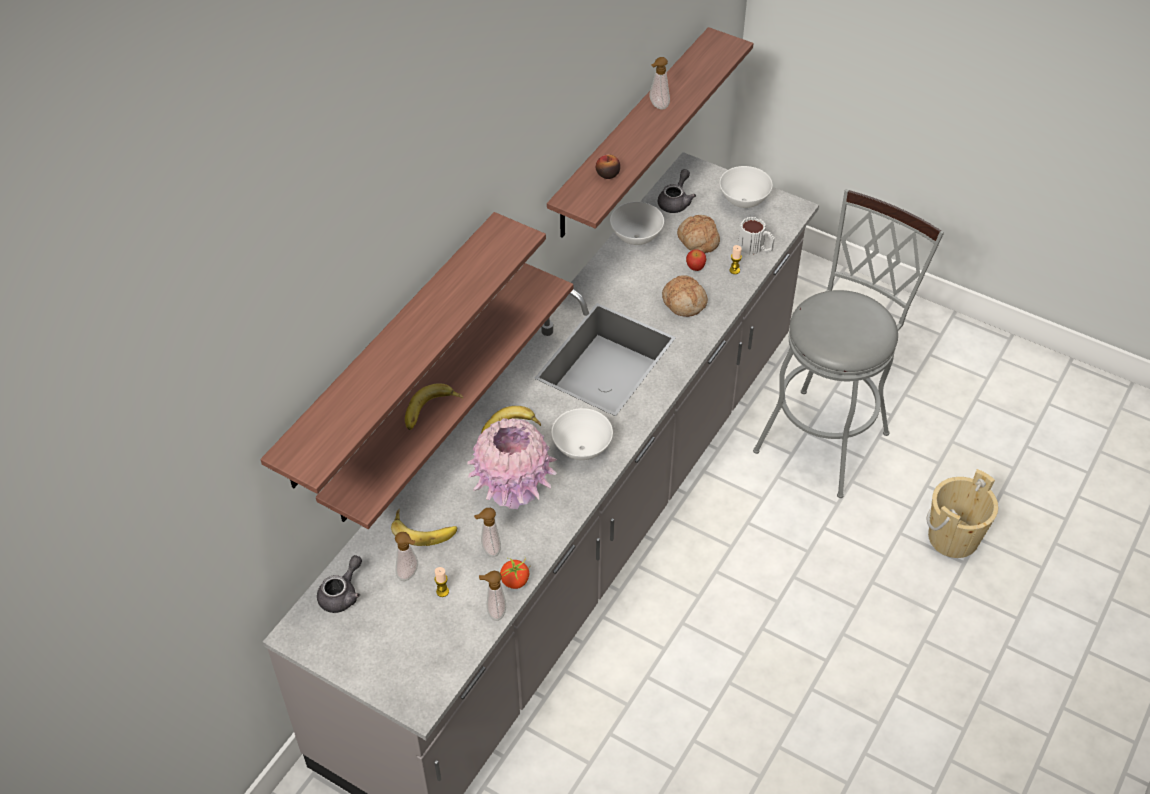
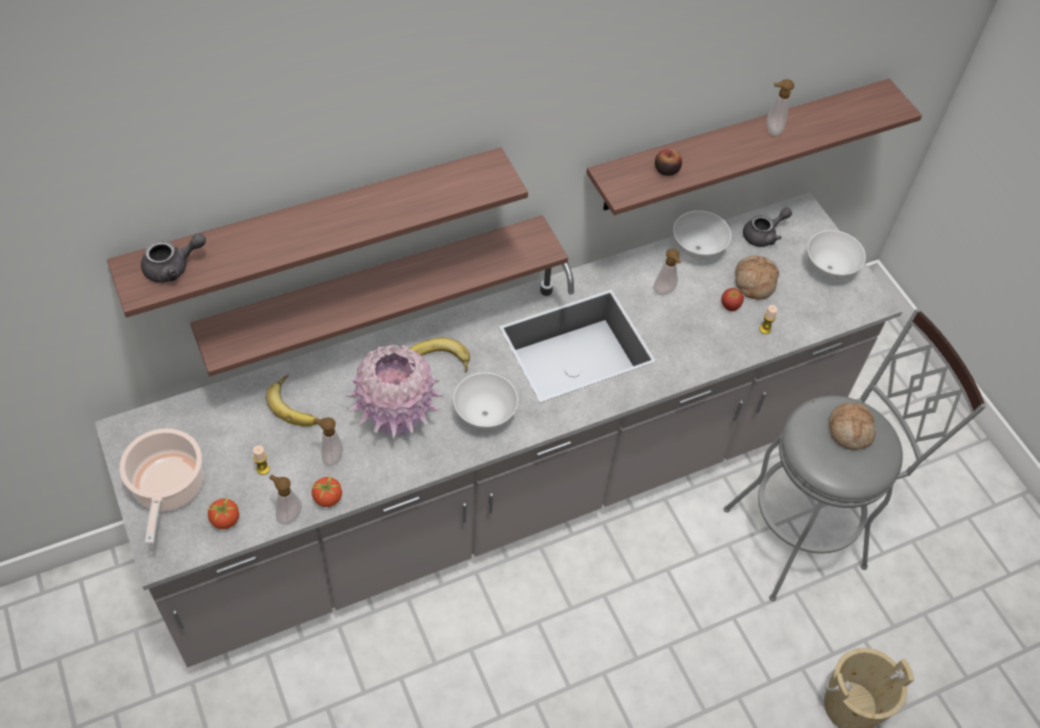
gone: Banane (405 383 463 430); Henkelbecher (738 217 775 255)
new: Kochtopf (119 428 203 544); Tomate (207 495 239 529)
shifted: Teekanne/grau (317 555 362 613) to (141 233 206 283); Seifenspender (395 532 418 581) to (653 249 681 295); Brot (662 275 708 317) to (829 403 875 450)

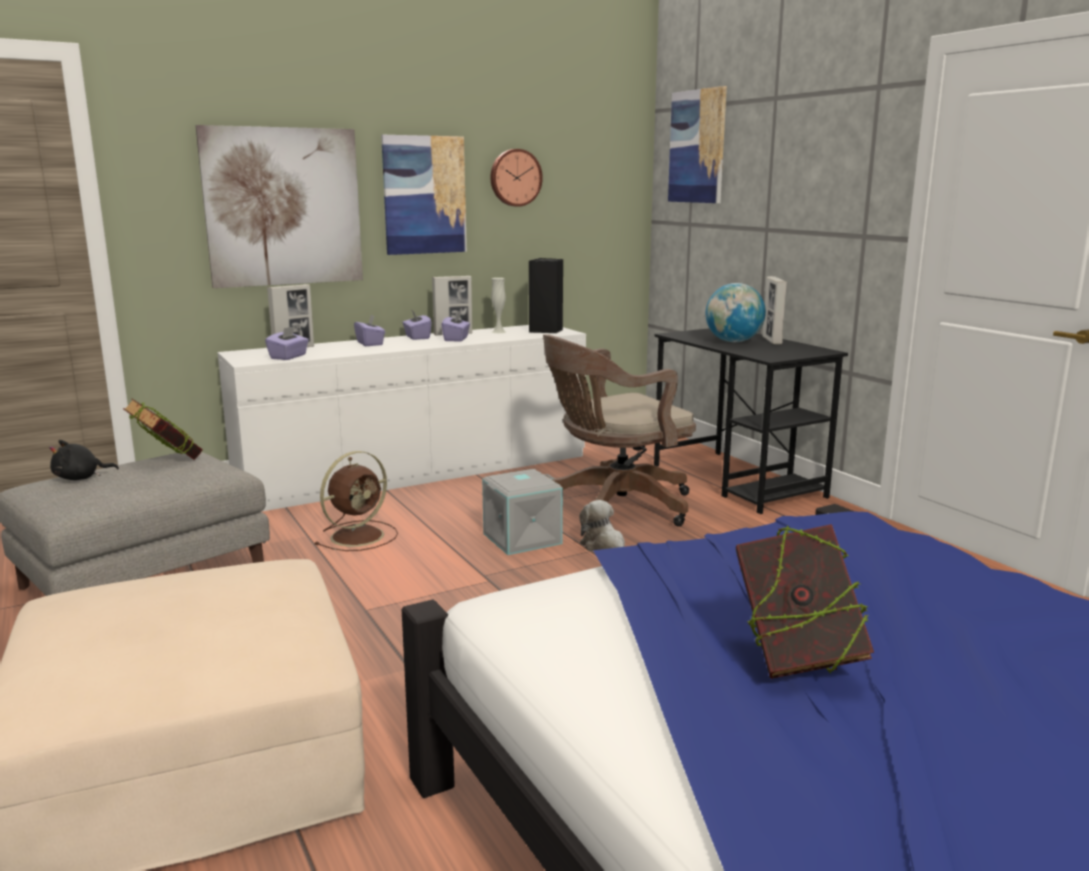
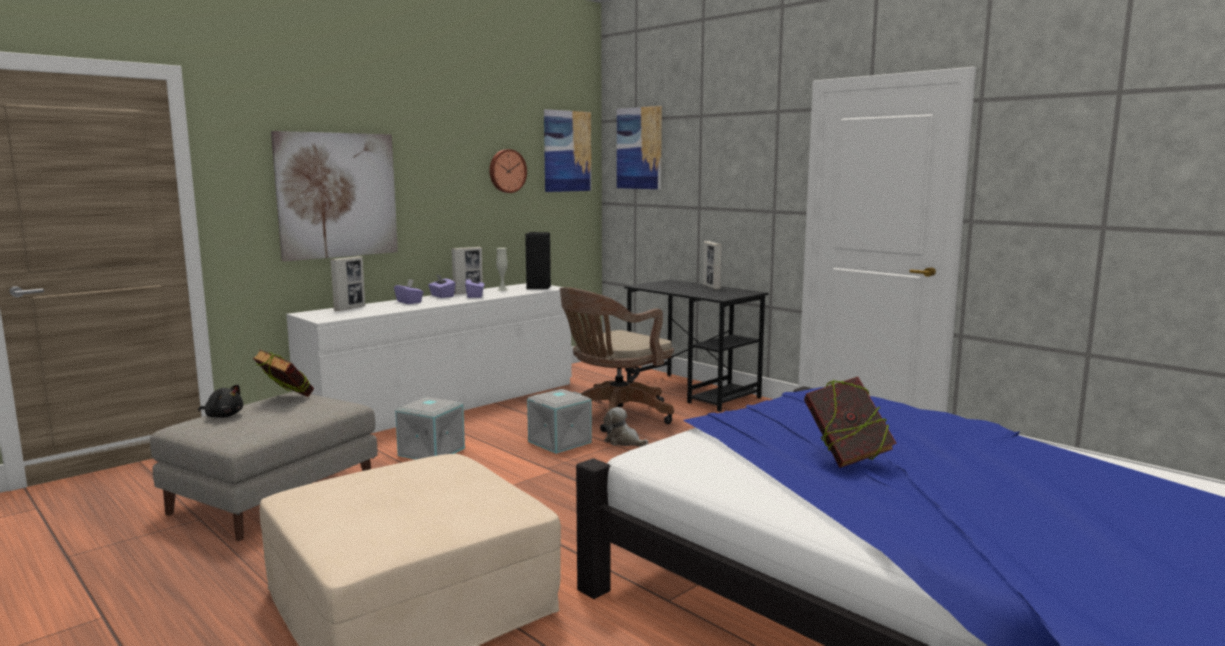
gone: Taschentuchbox/lila (265 326 309 360); Globus (705 283 766 342)
shifted: Bild (381 135 467 255) to (544 109 591 192)
swapped: Ventilator/braun (315 451 398 551) to Aufbewahrungsbox/grau (395 397 465 459)
rotated: Plüschtier/schwarz (49 440 119 480) = (198 384 243 418) 120 degrees counterclockwise

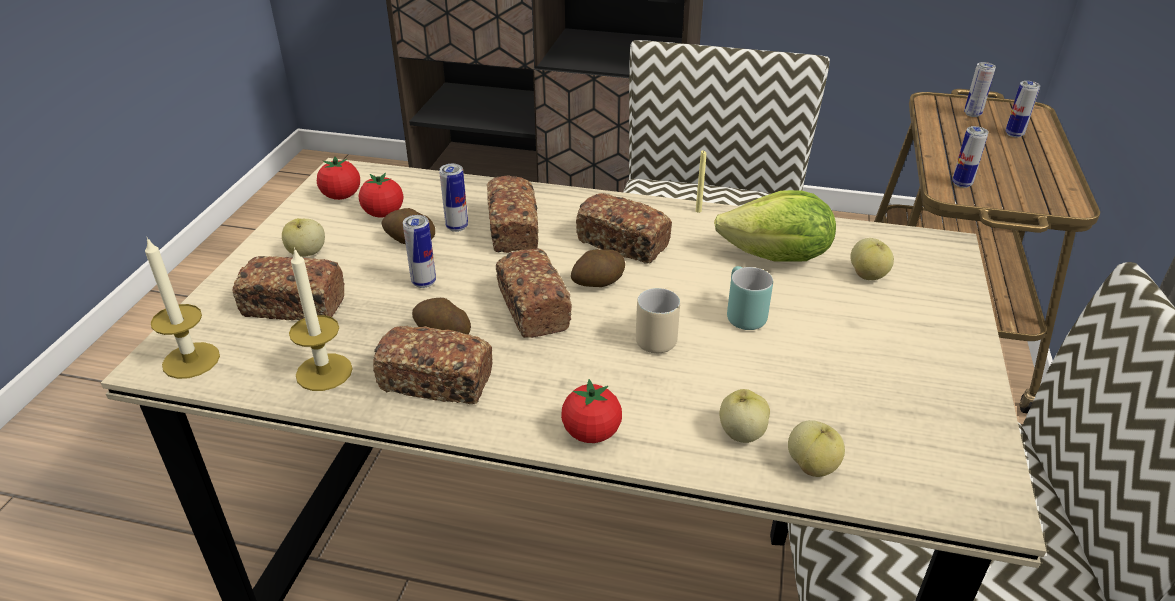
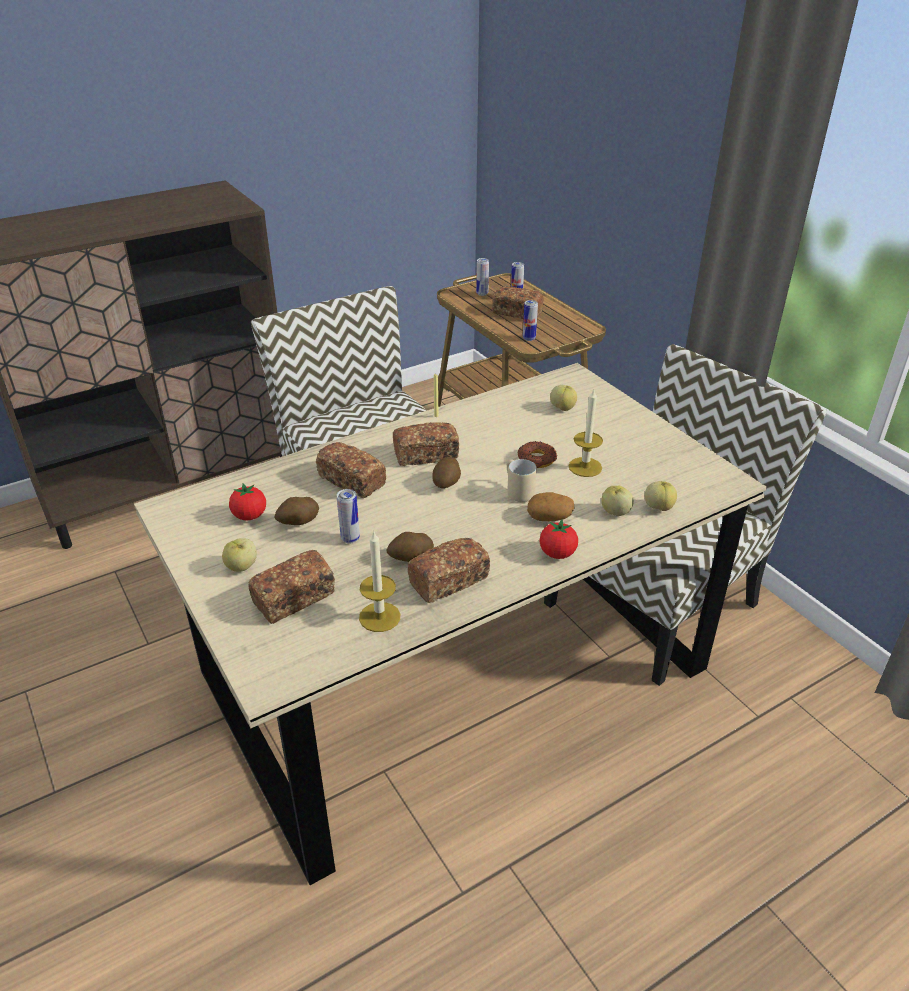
gone: Tomate (317 156 360 200); Dose (439 164 468 232); Salatkopf (714 190 836 262)
new: Kartoffel (527 492 574 521)
shifted: Kerze (145 237 220 379) to (568 390 603 477); Brot (496 248 572 338) to (492 286 544 319)
swapped: Henkelbecher/türkis (727 266 773 330) to Donut (518 441 558 468)

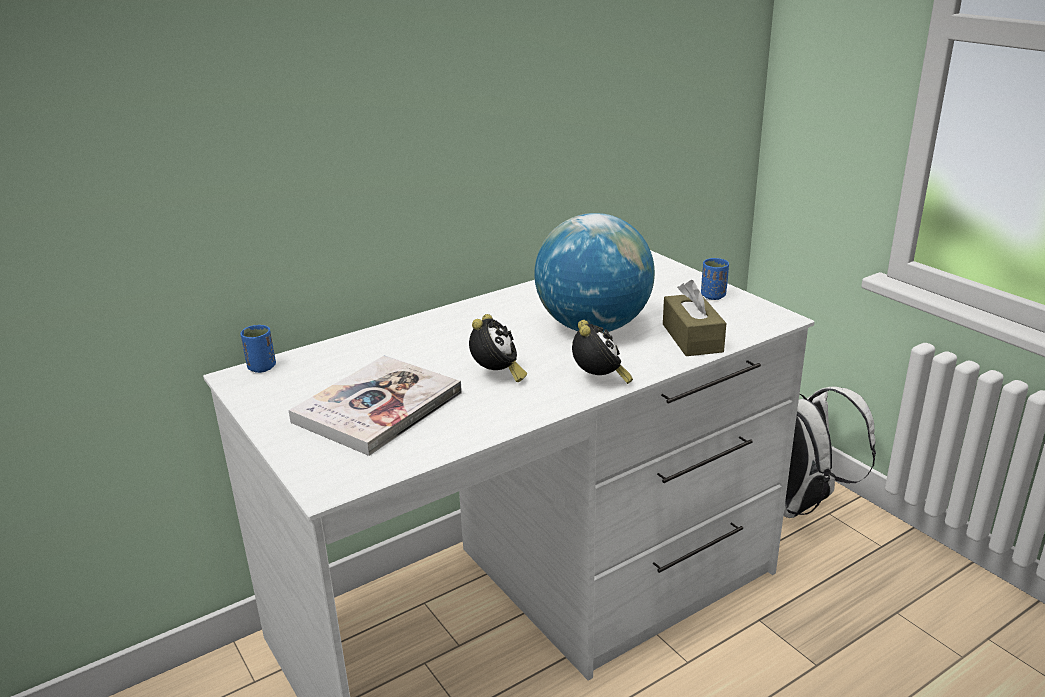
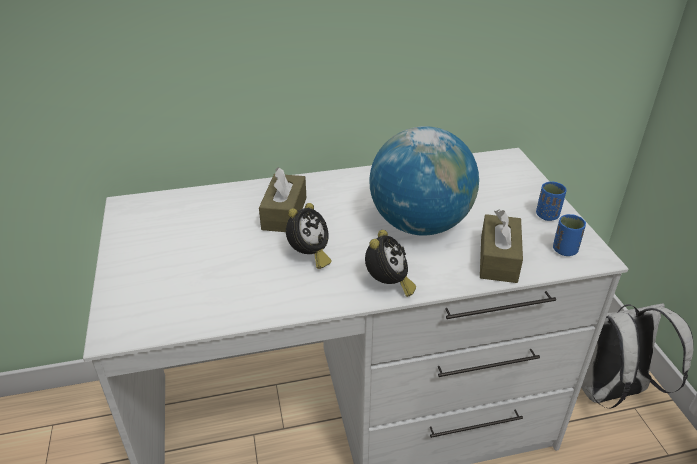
gone: Buch (289 355 462 456)
new: Taschentuchbox/braun (259 167 306 232)
shifted: Tasse/blau (240 325 276 373) to (553 214 586 256)

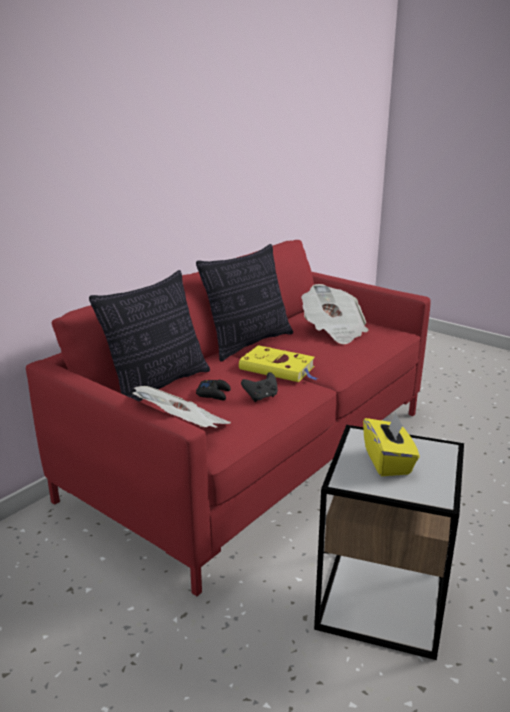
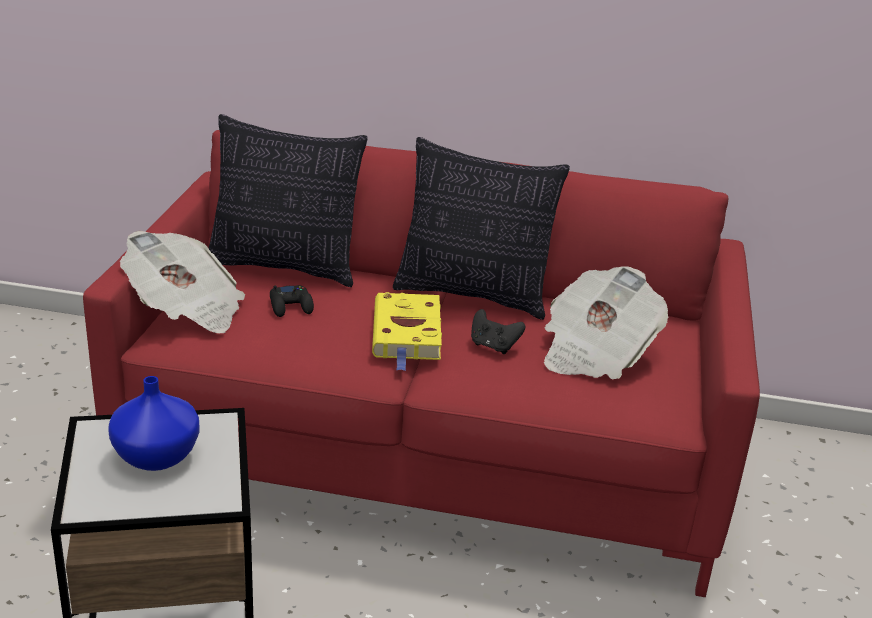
shifted: Gamepad/schwarz (241 372 278 402) to (471 309 525 354)
swapped: Taschentuchbox/gelb (363 413 420 476) to Vase/blau (108 376 200 471)

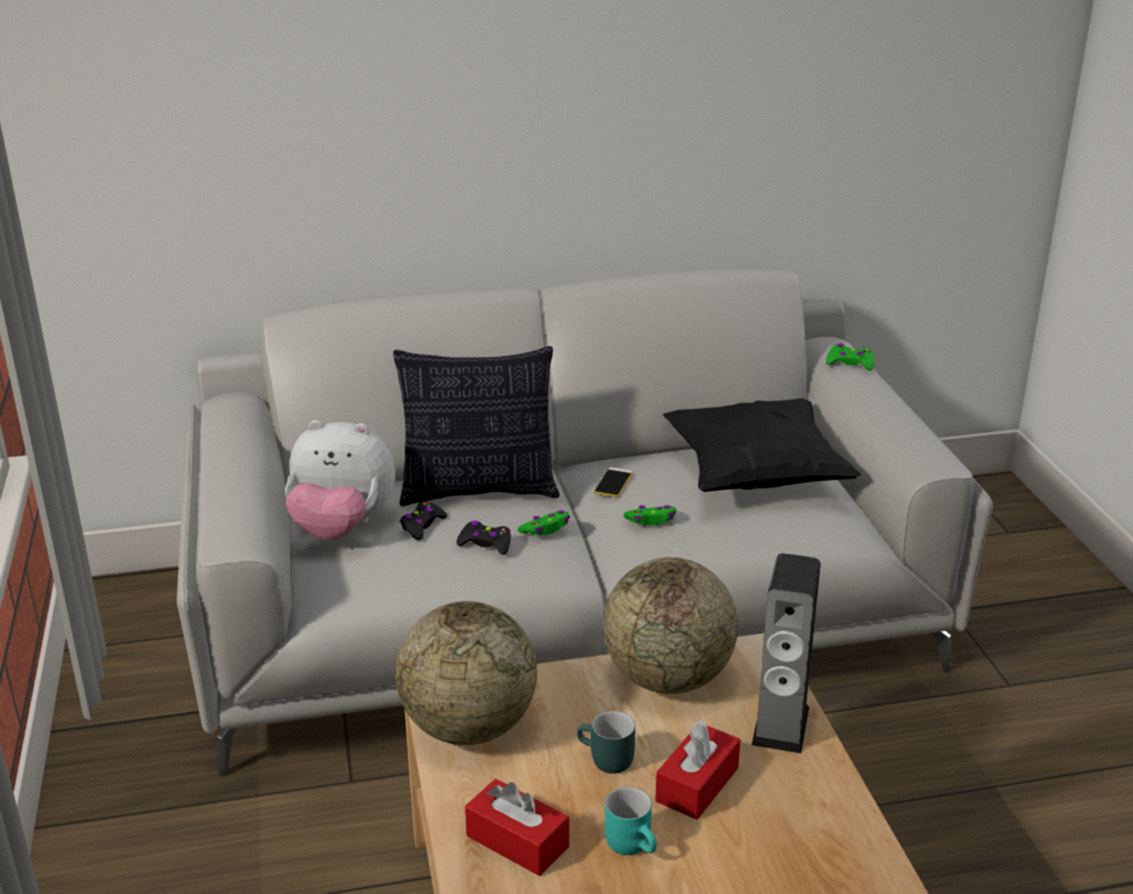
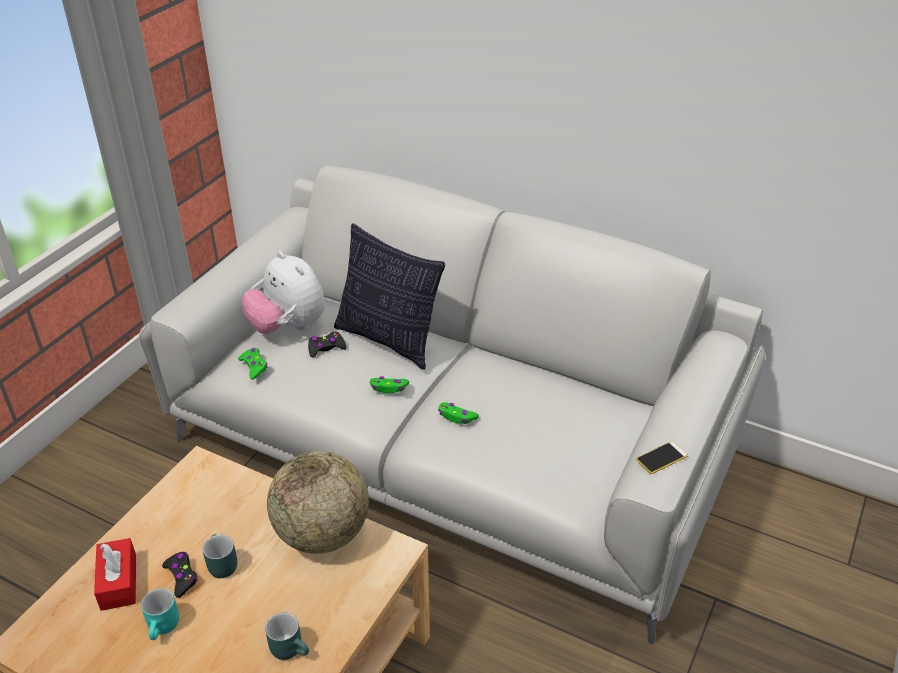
gone: Globus (395 601 537 745); Taschentuchbox/rot (655 720 740 820); Kissen/schwarz (663 398 861 492); Lautsprecher (752 553 821 754)
new: Henkelbecher/türkis (265 612 309 660)
shifted: Gamepad/schwarz (457 520 511 555) to (162 552 198 598); Handy (594 467 633 497) to (636 441 688 474); Gamepad/grün (826 343 874 371) to (238 348 267 379)

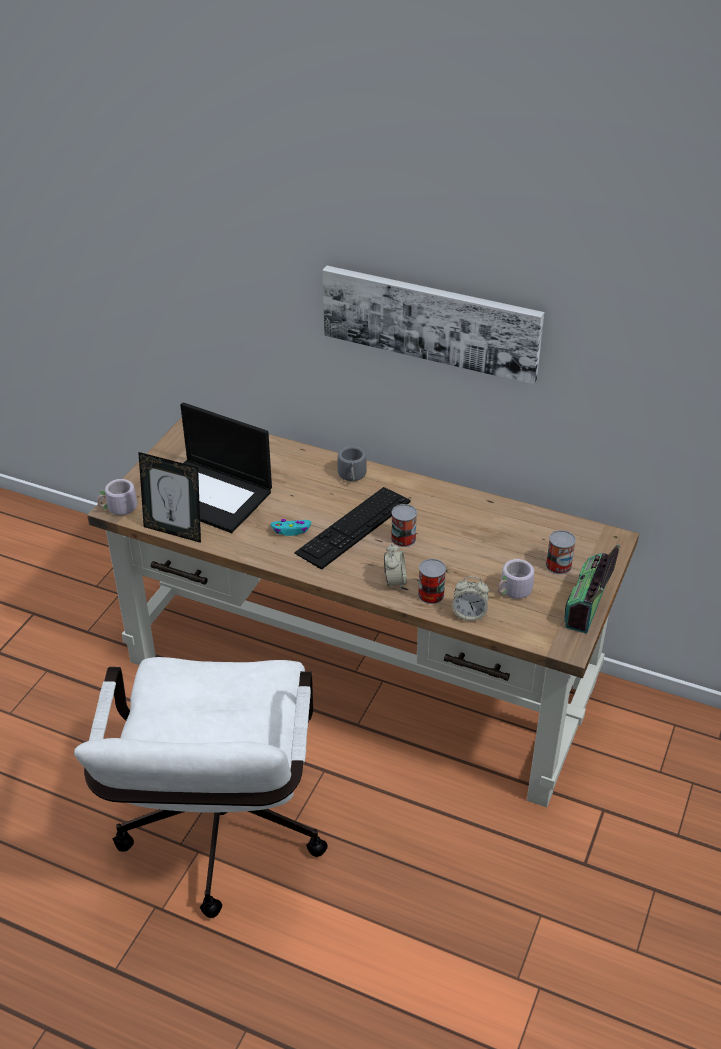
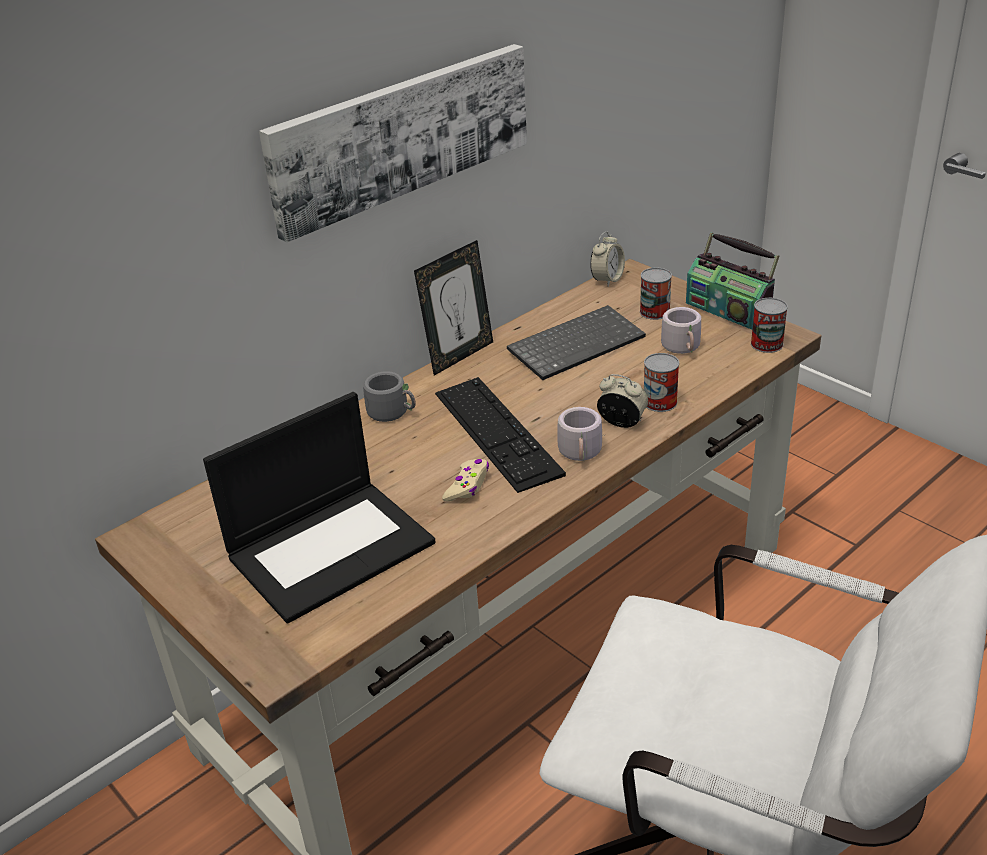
new: Tastatur (507 305 646 380)
shifted: Henkelbecher/grau (97 479 142 515) to (557 407 603 461); Bilderrahmen (138 452 201 543) to (414 240 493 376); Dose (391 504 417 547) to (751 298 788 353); Wecker (452 577 489 621) to (590 231 625 286)
repainted: Gamepad/türkis (271 519 311 536) to Gamepad/beige (442 459 489 502)

